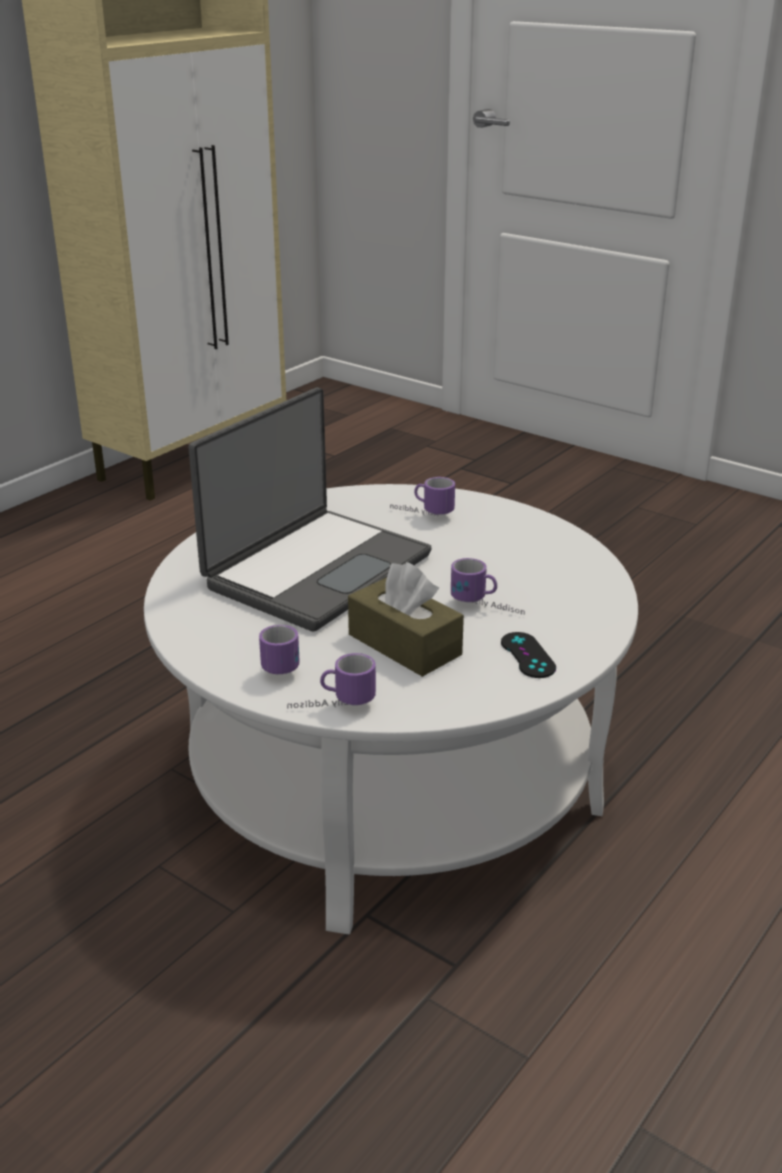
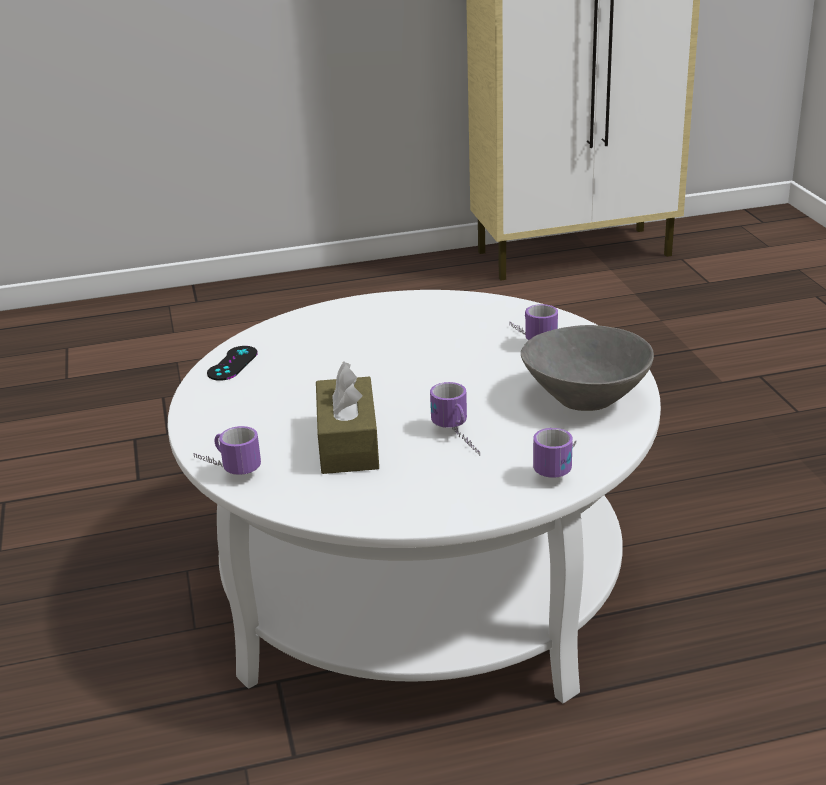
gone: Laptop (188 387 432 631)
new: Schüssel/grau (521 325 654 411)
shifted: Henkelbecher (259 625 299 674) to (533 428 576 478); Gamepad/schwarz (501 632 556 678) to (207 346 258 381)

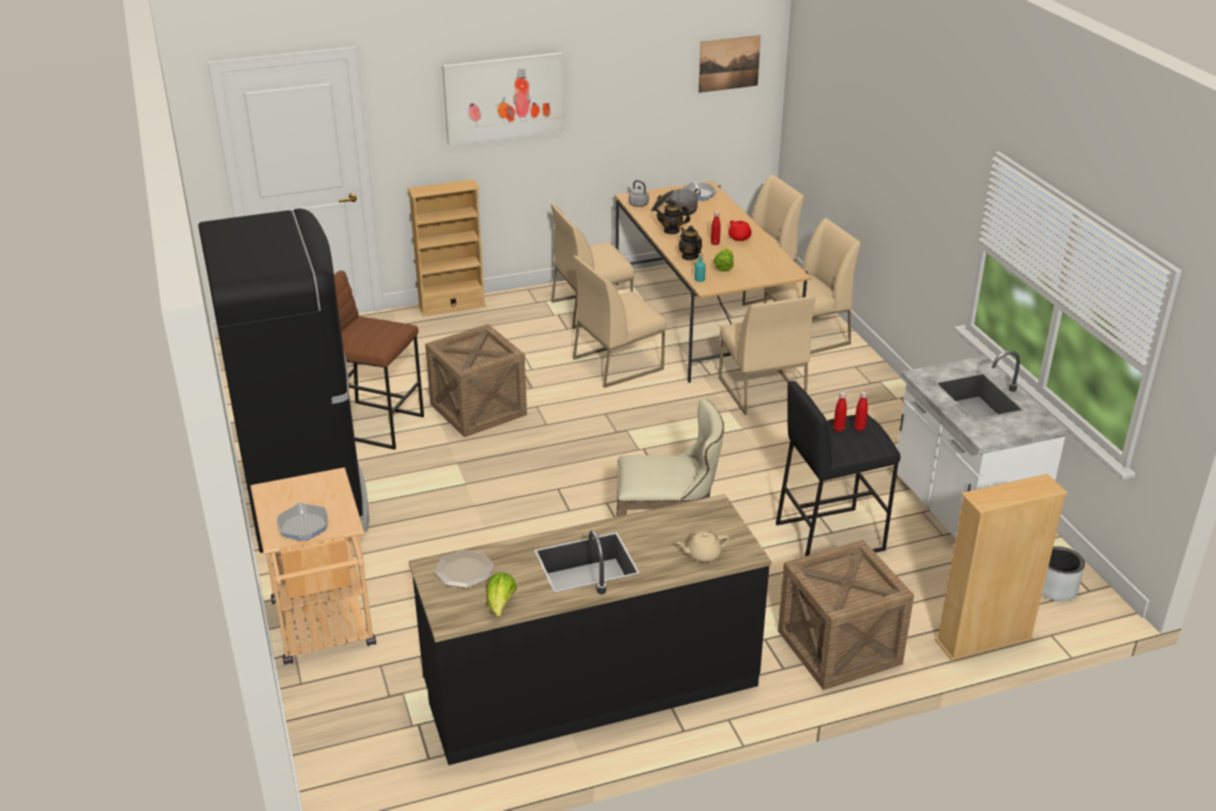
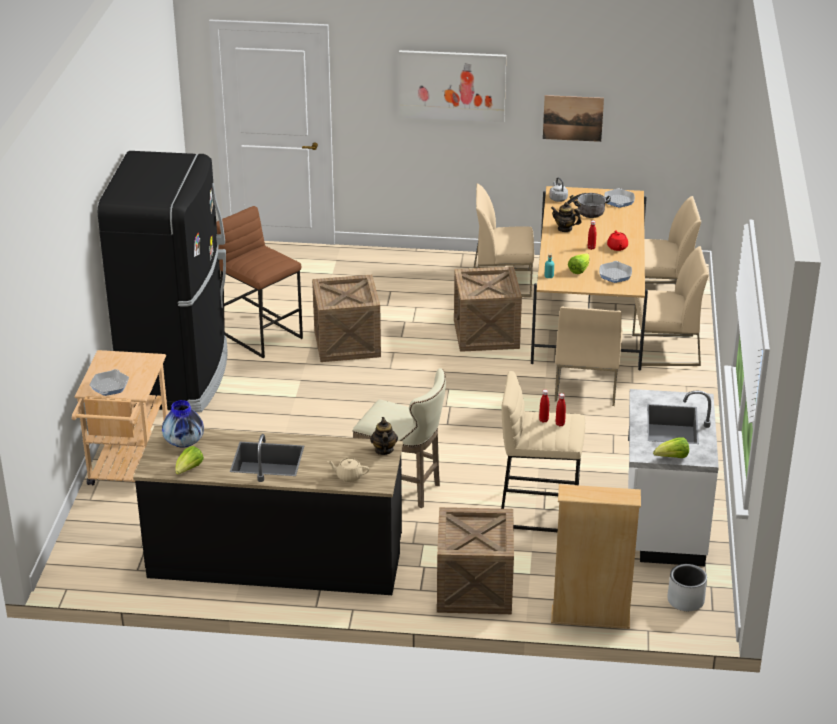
gone: Bücherregal/beige (407 179 486 317)
new: Pfanne (599 261 632 283); Salatkopf (653 438 689 458)
shifted: Teekanne (679 225 702 260) to (370 417 398 455); Bild (699 35 761 93) to (543 95 604 142)
swapped: Teller (435 550 494 588) to Vase (162 400 204 448); Stuhl/beige (573 255 666 388) to Kiste (454 267 522 352)
repainted: Hocker/schwarz (776 381 901 556) to Hocker/beige (501 371 585 532)

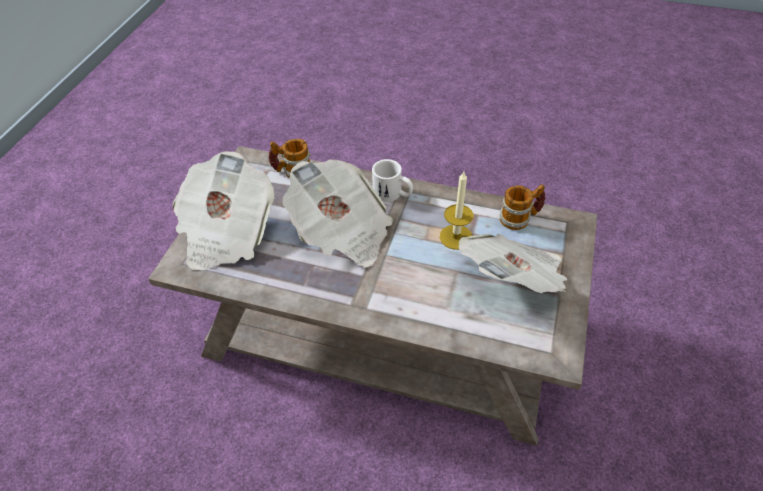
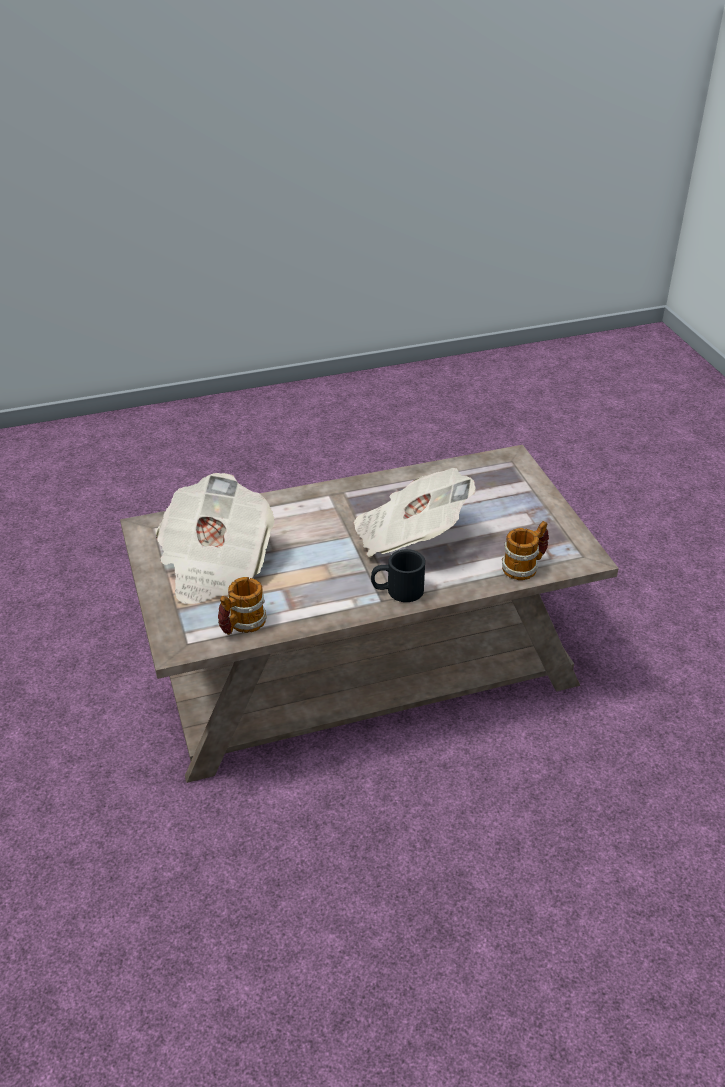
gone: Zeitung (173 151 274 270); Kerze (440 172 473 250)
repainted: Henkelbecher/weiß (372 159 413 202) to Henkelbecher/schwarz (371 549 425 602)

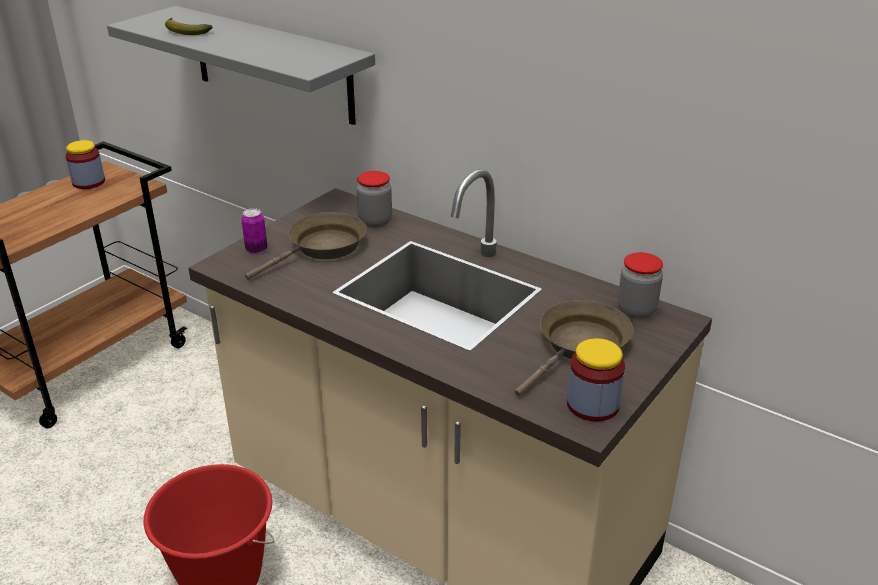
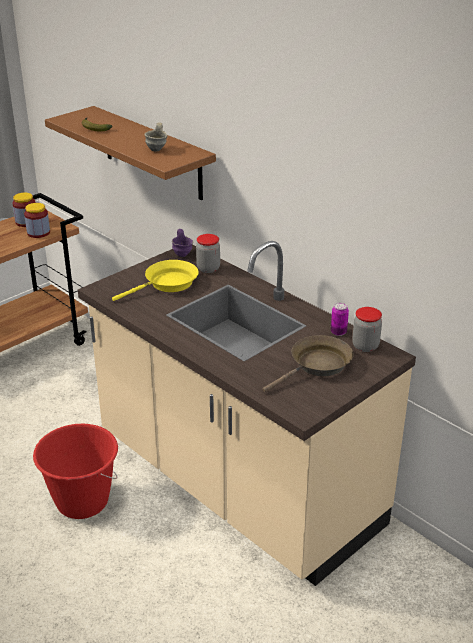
new: Henkelbecher/grau (145 122 168 152); Henkelbecher/lila (172 229 193 257)
shifted: Dose (241 208 267 254) to (331 303 349 336); Vorratsglas (567 338 625 421) to (24 203 50 238)
repainted: Wandregal/grau (107 6 375 125) to Wandregal/braun (45 106 216 200); Pfanne/braun (245 212 367 280) to Pfanne/gelb (112 260 199 301)

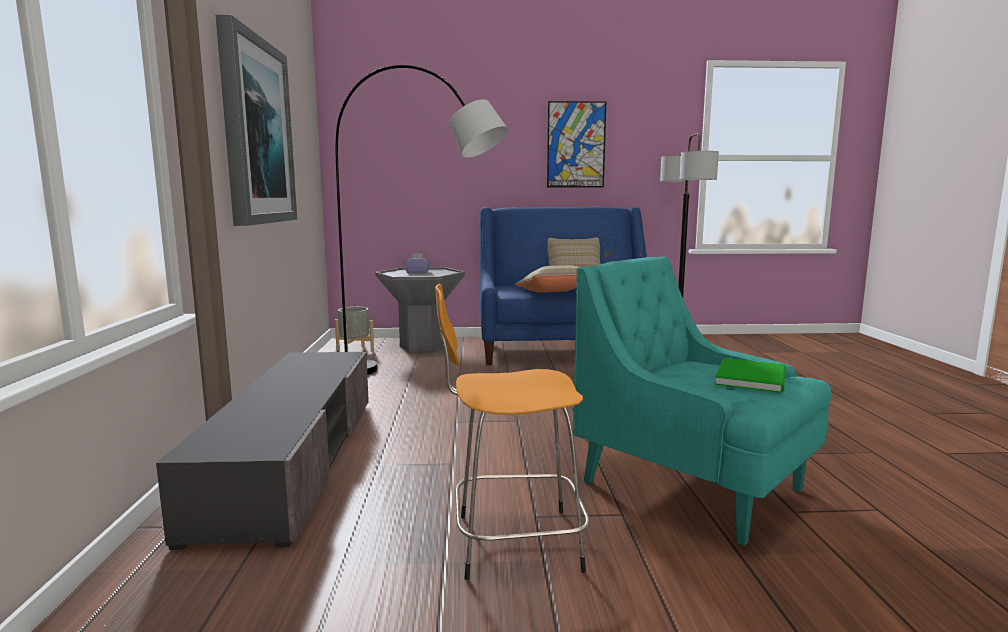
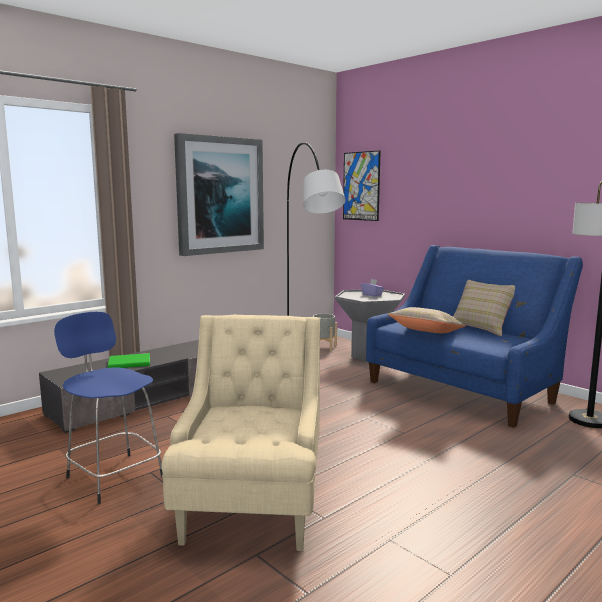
shifted: Bild (547 101 606 188) to (343 150 381 221); Buch/grün (715 358 785 393) to (108 353 150 368)
repainted: Hocker/orange (435 284 589 580) to Hocker/blau (54 312 163 504); Sessel/türkis (573 256 832 546) to Sessel/beige (161 315 320 551)

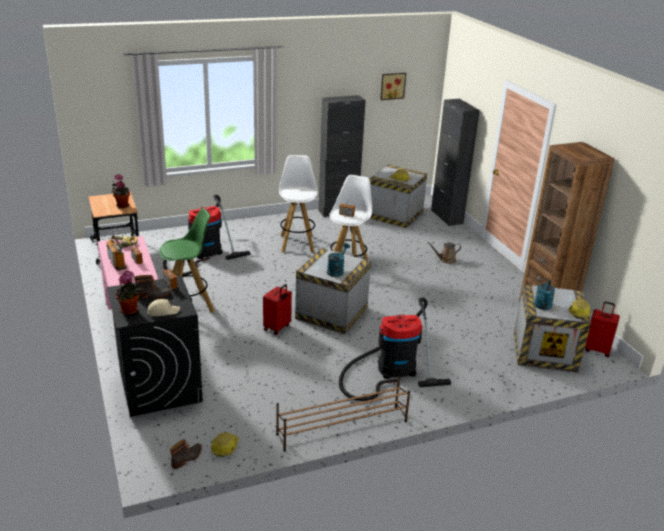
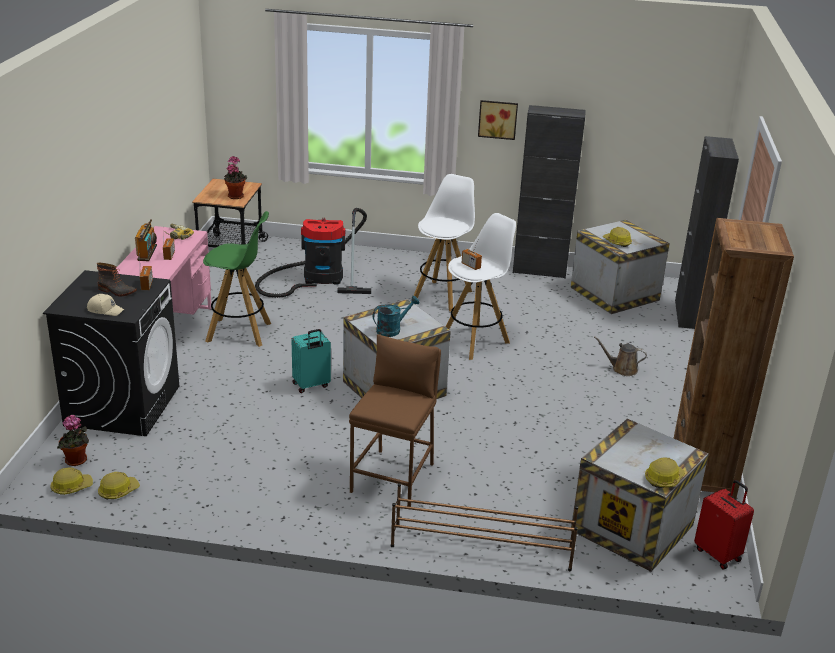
gone: Gießkanne/türkis (534 280 555 310)
shifted: Topfpflanze (116 270 142 315) to (57 415 89 466); Schuhregal/braun (276 377 410 451) to (391 483 578 571); Bild (380 73 406 100) to (478 100 518 140)
swapped: Stiefel (170 439 202 469) to Schutzhelm (50 467 93 495); Staubsauger (339 297 451 401) to Hocker/braun (349 334 441 507)
repainted: Koffer/rot (263 284 292 335) to Koffer/türkis (291 329 331 393)

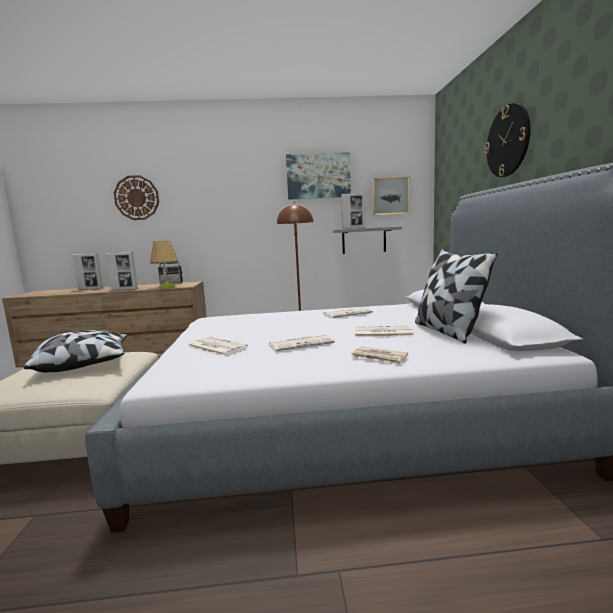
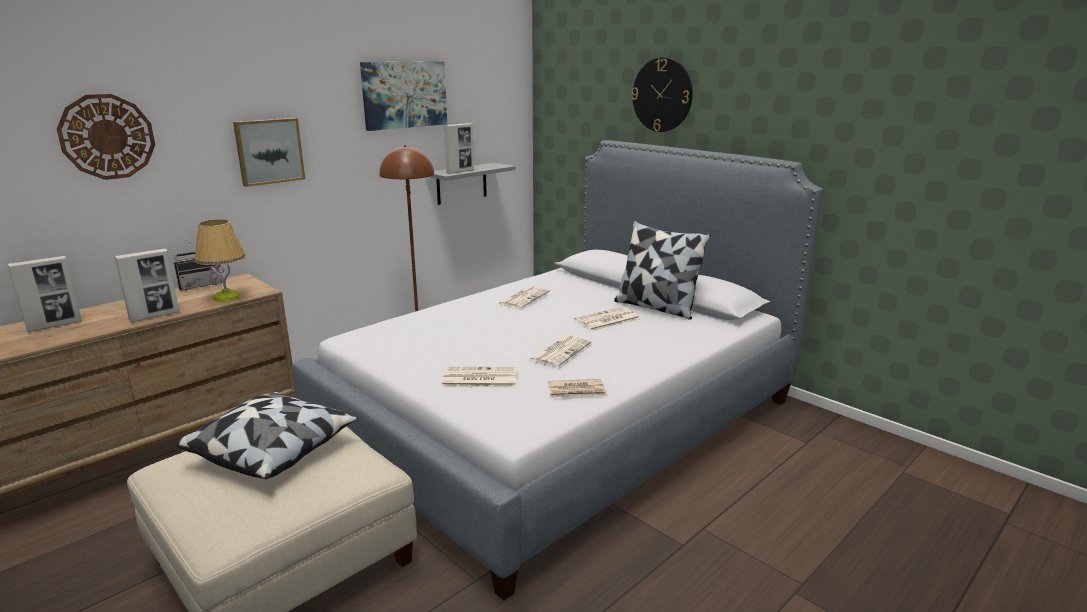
shifted: Zeitung (352 346 408 365) to (548 379 608 398); Bild (373 177 409 215) to (233 118 305 187)

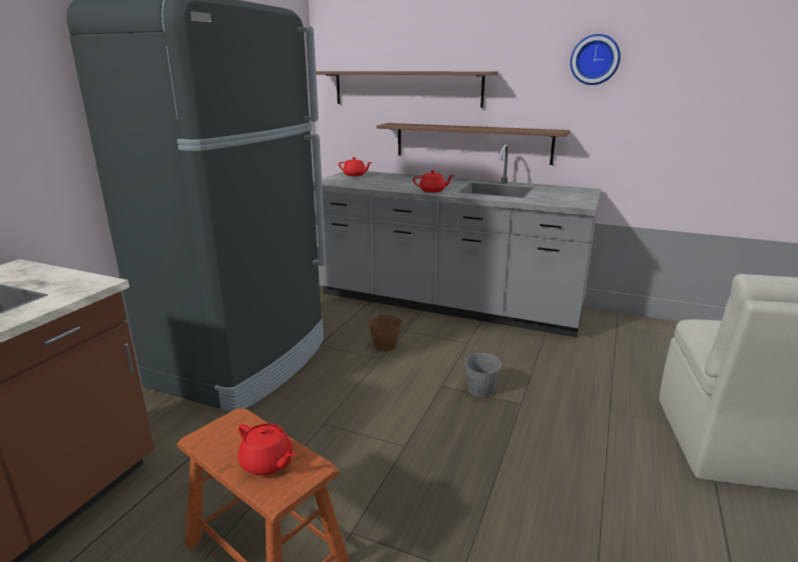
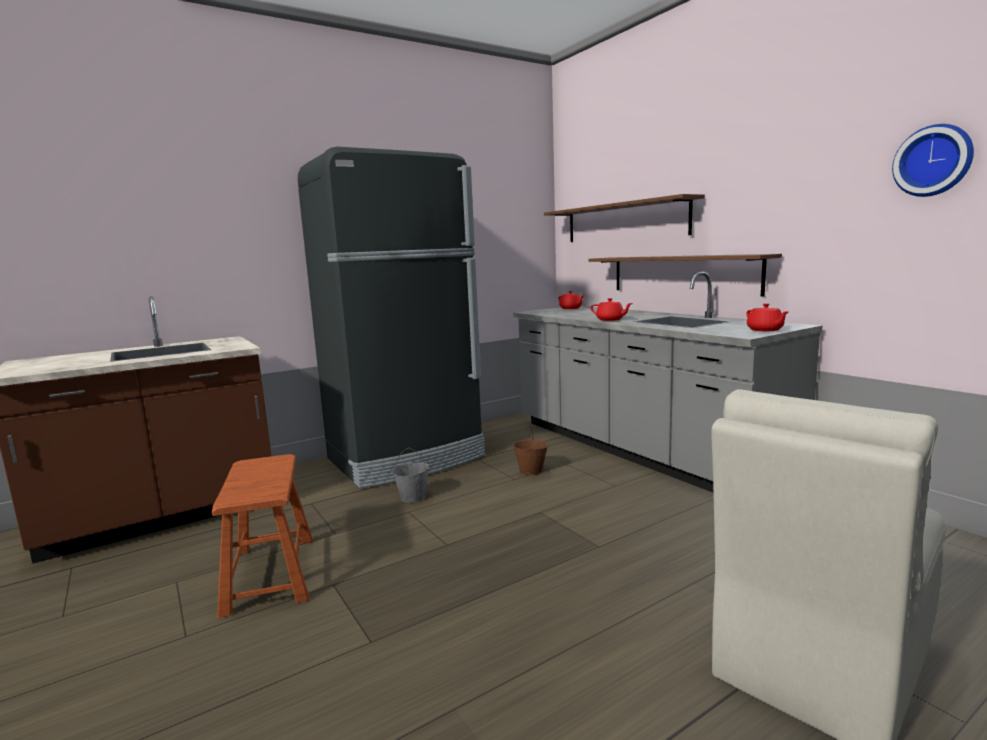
shifted: Teekanne/rot (238 423 295 475) to (746 303 788 331); Eimer/grau (465 342 501 397) to (392 448 429 503); Wanduhr (570 34 621 85) to (892 124 974 197)

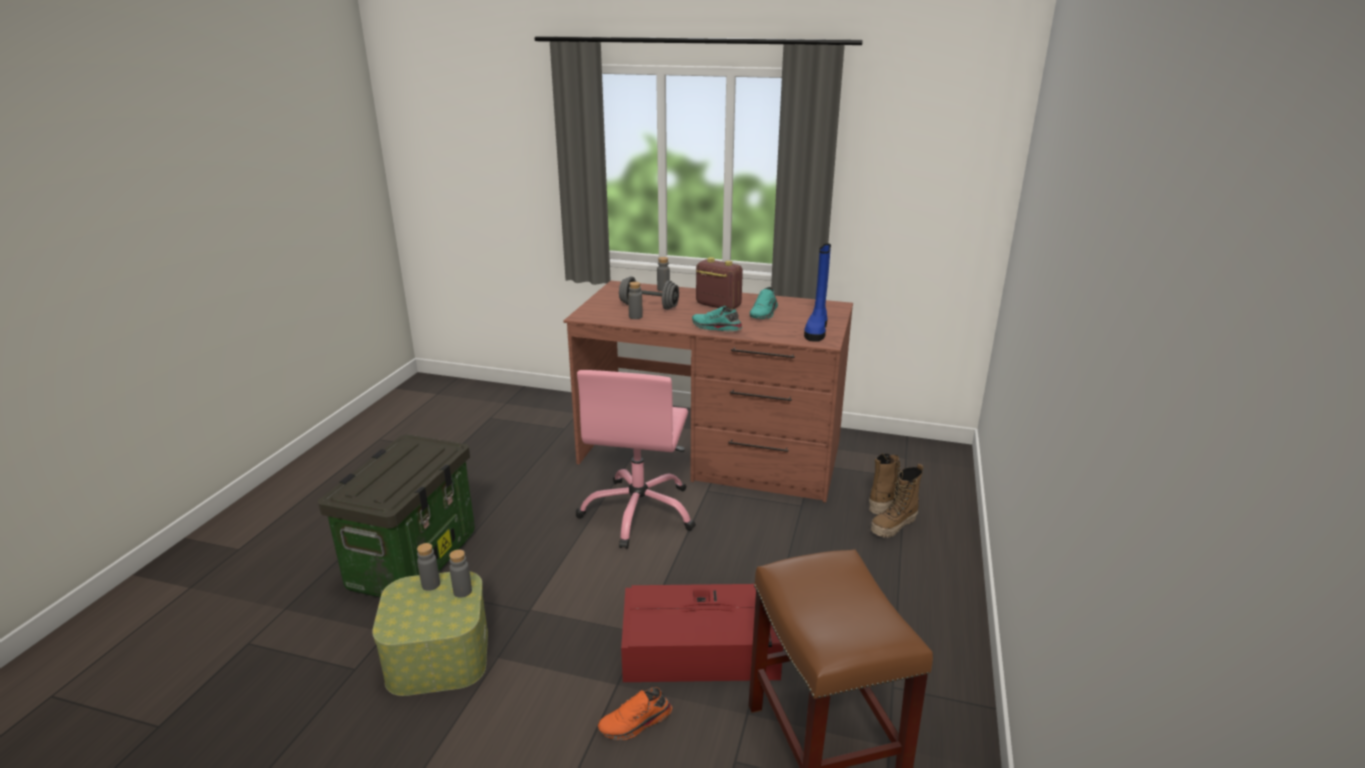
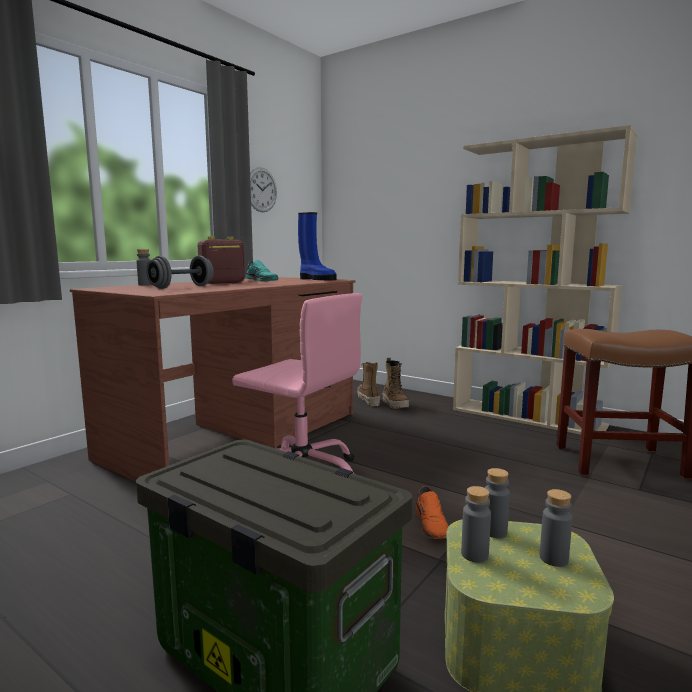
gone: Aufbewahrungsbox/rot (621 584 783 682); Schuh/türkis (692 306 742 331)
new: Wanduhr (250 167 277 212); Bücherregal/beige (453 125 638 435)
shifted: Schuh/orange (598 687 672 740) to (415 486 449 539); Flasche/grau (628 282 643 319) to (540 489 572 567)

